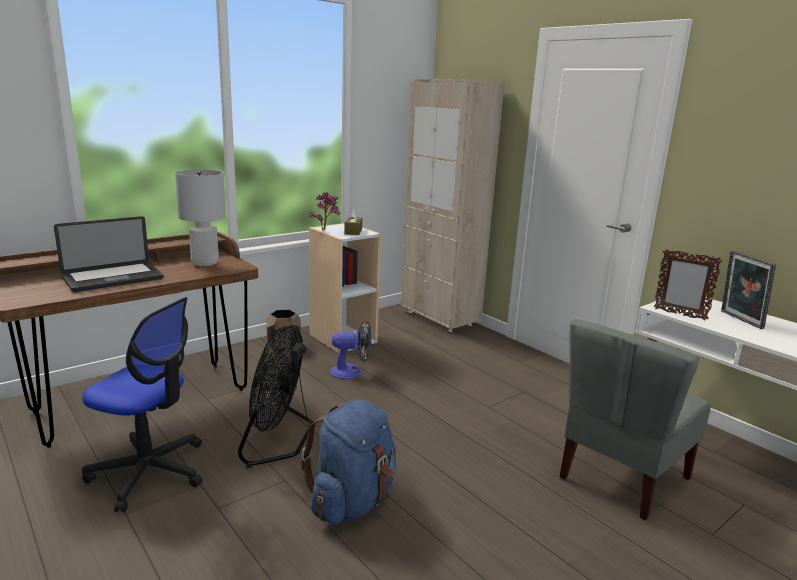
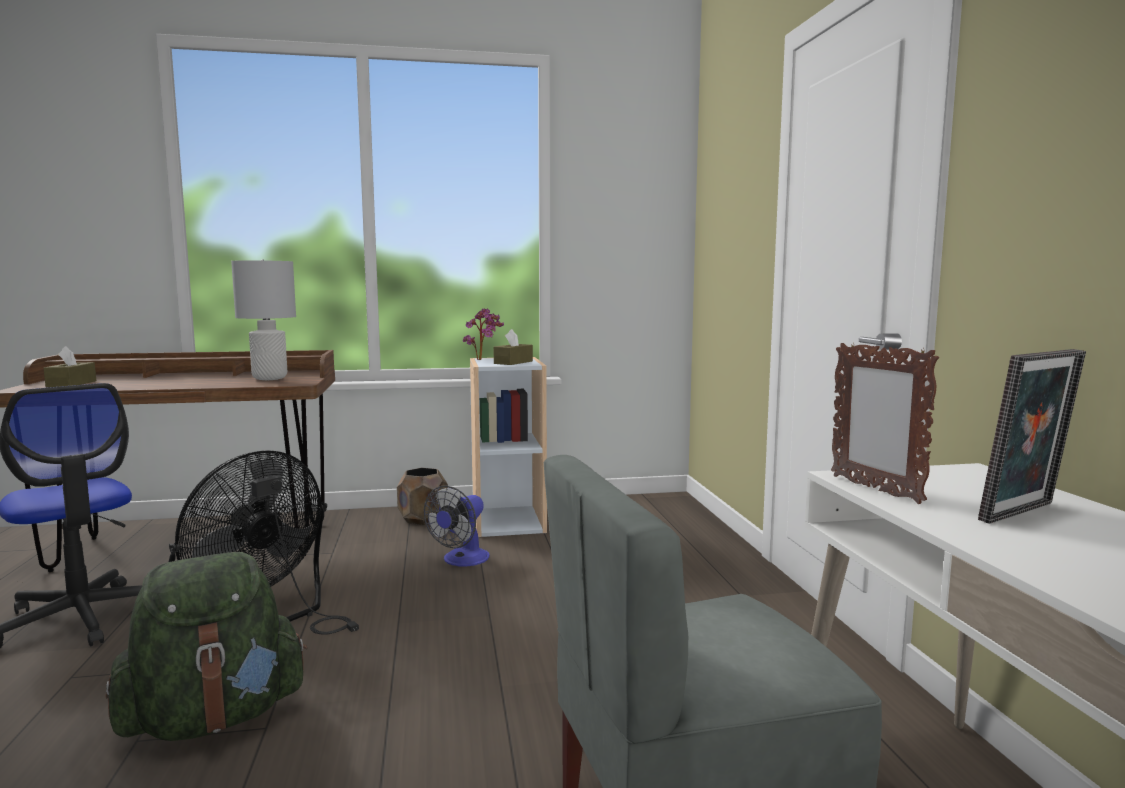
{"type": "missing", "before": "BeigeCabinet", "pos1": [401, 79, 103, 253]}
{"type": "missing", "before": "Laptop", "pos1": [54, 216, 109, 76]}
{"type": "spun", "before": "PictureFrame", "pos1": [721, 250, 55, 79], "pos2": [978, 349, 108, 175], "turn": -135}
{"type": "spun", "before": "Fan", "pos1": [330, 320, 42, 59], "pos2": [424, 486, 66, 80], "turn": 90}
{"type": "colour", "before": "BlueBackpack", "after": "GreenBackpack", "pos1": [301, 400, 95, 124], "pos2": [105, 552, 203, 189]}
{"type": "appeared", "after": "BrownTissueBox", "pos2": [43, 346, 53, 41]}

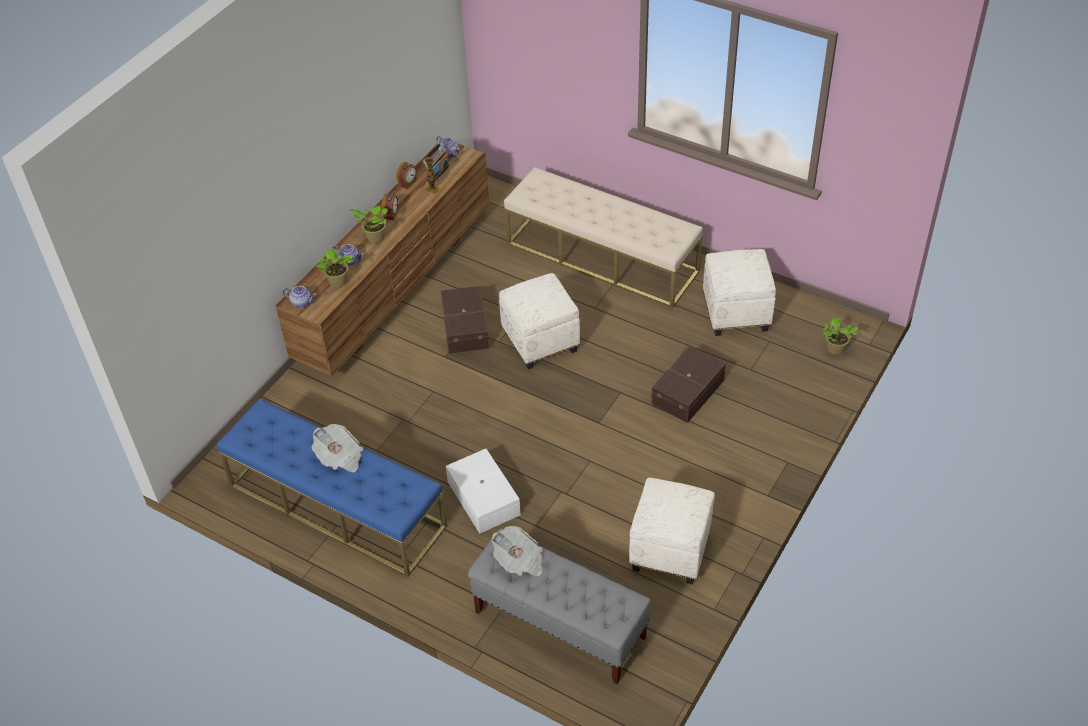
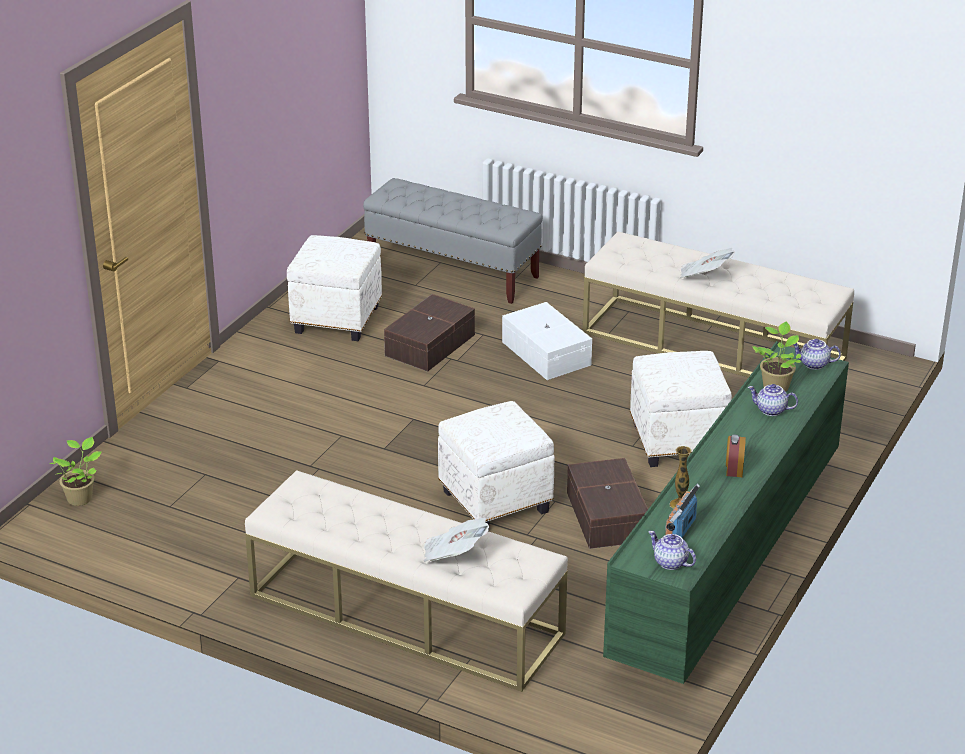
{"type": "colour", "before": "BrownCabinet", "after": "GreenCabinet", "pos1": [276, 138, 213, 238], "pos2": [603, 341, 246, 343]}
{"type": "missing", "before": "AlarmClock", "pos1": [396, 162, 21, 27]}
{"type": "missing", "before": "PottedPlant", "pos1": [350, 205, 37, 38]}
{"type": "relocated", "before": "WhiteOttoman", "pos1": [703, 249, 73, 87], "pos2": [630, 351, 102, 116]}
{"type": "relocated", "before": "BrownStorageBox", "pos1": [651, 346, 75, 77], "pos2": [384, 294, 91, 78]}
{"type": "colour", "before": "BlueBench", "after": "BeigeBench", "pos1": [217, 399, 231, 178], "pos2": [583, 232, 271, 145]}
{"type": "relocated", "before": "Newspaper", "pos1": [492, 526, 51, 50], "pos2": [424, 518, 65, 44]}

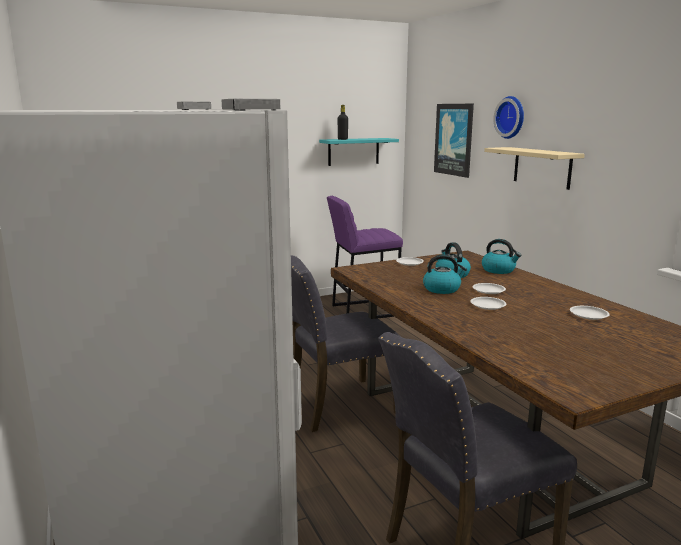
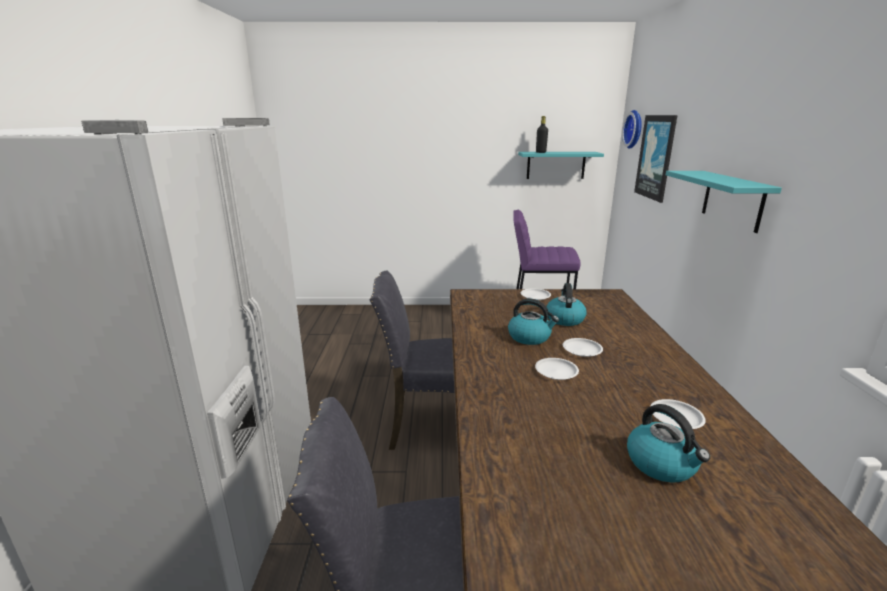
{"type": "relocated", "before": "WallClock", "pos1": [493, 96, 31, 43], "pos2": [622, 110, 20, 39]}
{"type": "colour", "before": "BeigeShelf", "after": "TurquoiseShelf", "pos1": [484, 147, 101, 43], "pos2": [666, 171, 116, 62]}
{"type": "relocated", "before": "Kettle", "pos1": [482, 239, 39, 35], "pos2": [627, 404, 83, 79]}

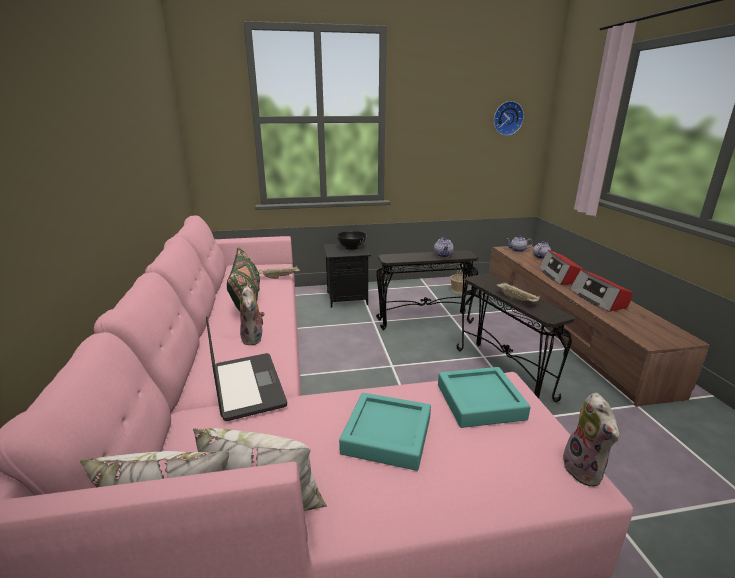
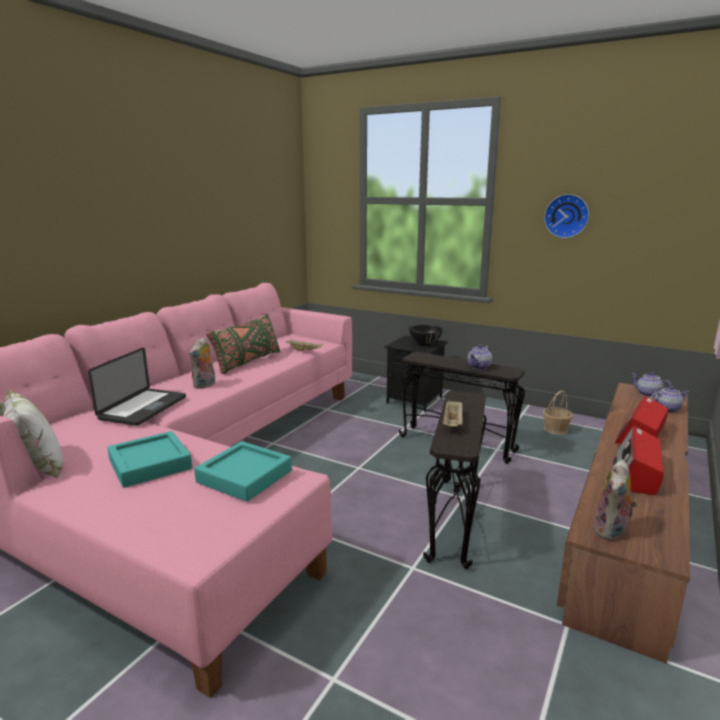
{"type": "relocated", "before": "WallClock", "pos1": [494, 101, 30, 35], "pos2": [544, 194, 45, 44]}
{"type": "relocated", "before": "PlushToy", "pos1": [563, 393, 56, 93], "pos2": [594, 459, 43, 82]}

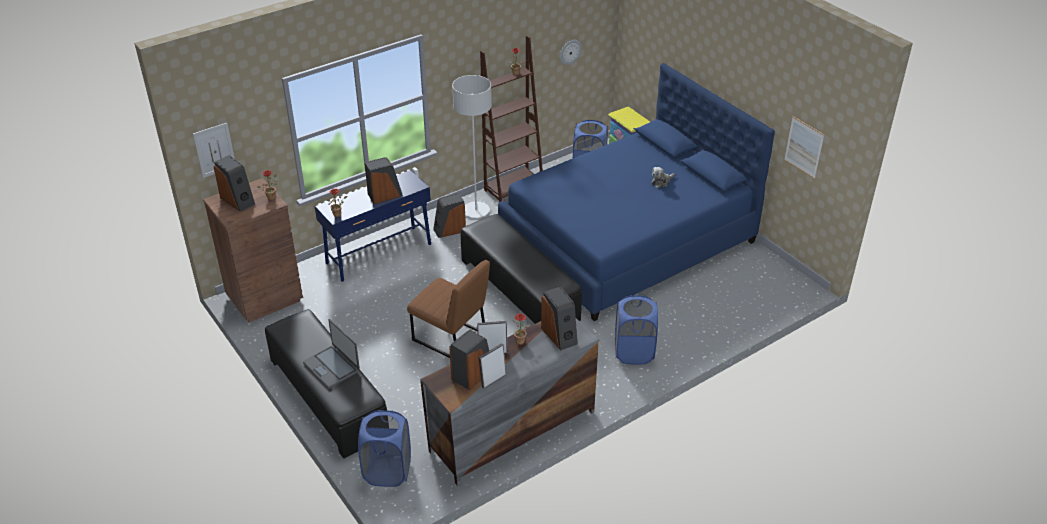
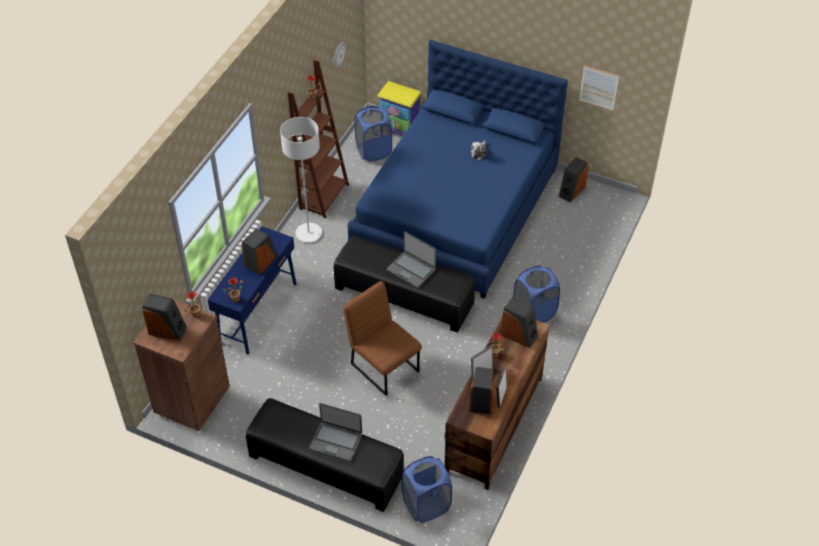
{"type": "missing", "before": "Picture", "pos1": [193, 123, 42, 55]}
{"type": "relocated", "before": "Speaker", "pos1": [433, 193, 33, 45], "pos2": [559, 157, 30, 46]}
{"type": "spun", "before": "BrownChair", "pos1": [407, 260, 83, 98], "pos2": [343, 281, 79, 115], "turn": -135}
{"type": "colour", "before": "GreyCabinet", "after": "BrownCabinet", "pos1": [420, 318, 179, 168], "pos2": [445, 315, 105, 175]}
{"type": "appeared", "after": "Laptop", "pos2": [387, 232, 49, 56]}

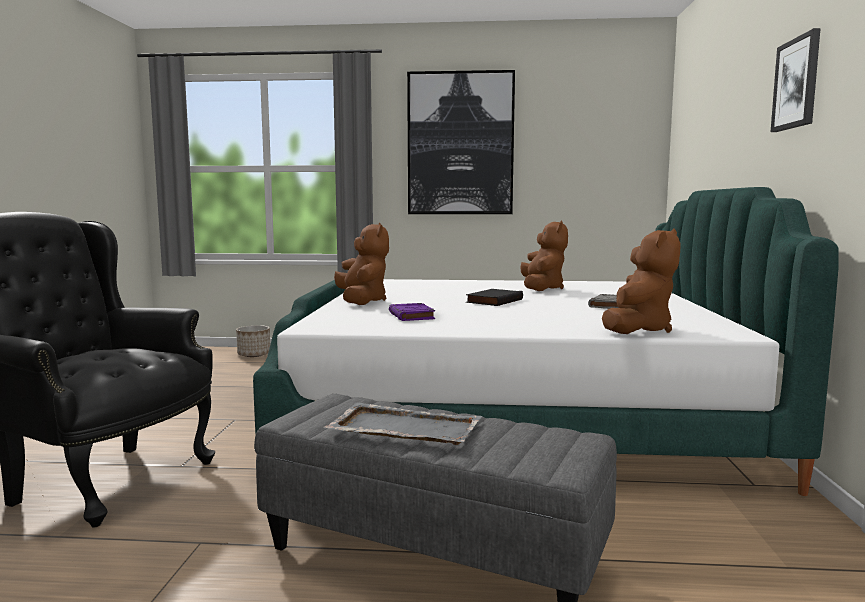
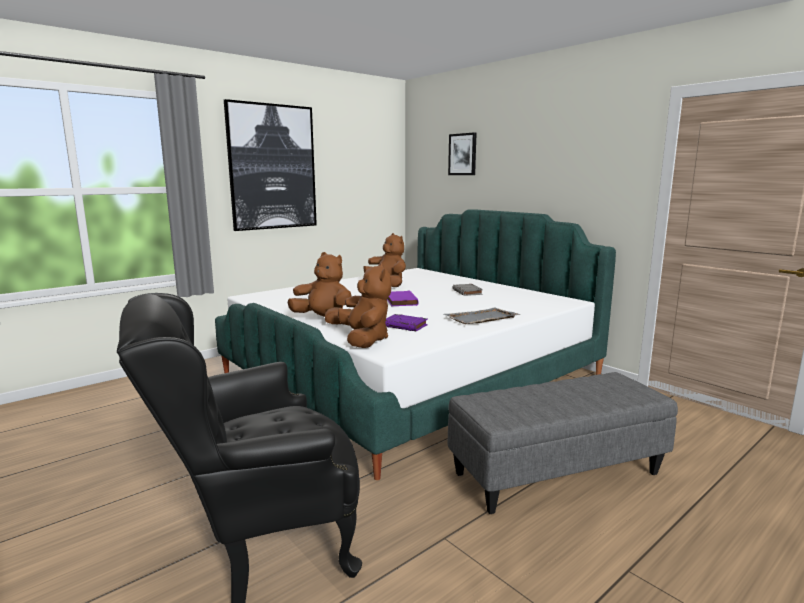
{"type": "relocated", "before": "Picture", "pos1": [771, 28, 50, 104], "pos2": [448, 132, 29, 43]}
{"type": "relocated", "before": "BrownPlushToy", "pos1": [602, 228, 79, 106], "pos2": [338, 263, 53, 85]}
{"type": "colour", "before": "BlackBook", "after": "PurpleBook", "pos1": [466, 289, 57, 17], "pos2": [387, 290, 32, 16]}
{"type": "missing", "before": "Planter", "pos1": [236, 325, 34, 32]}
{"type": "relocated", "before": "GreyTray", "pos1": [323, 402, 159, 43], "pos2": [444, 307, 77, 17]}

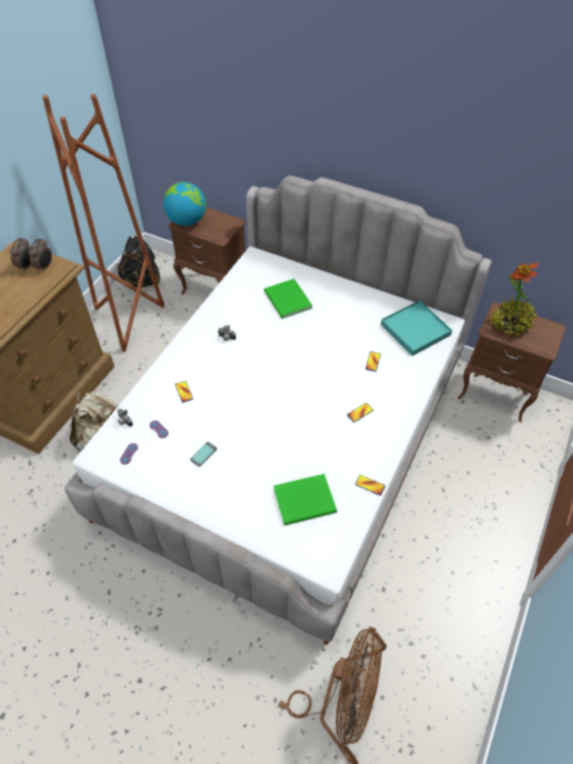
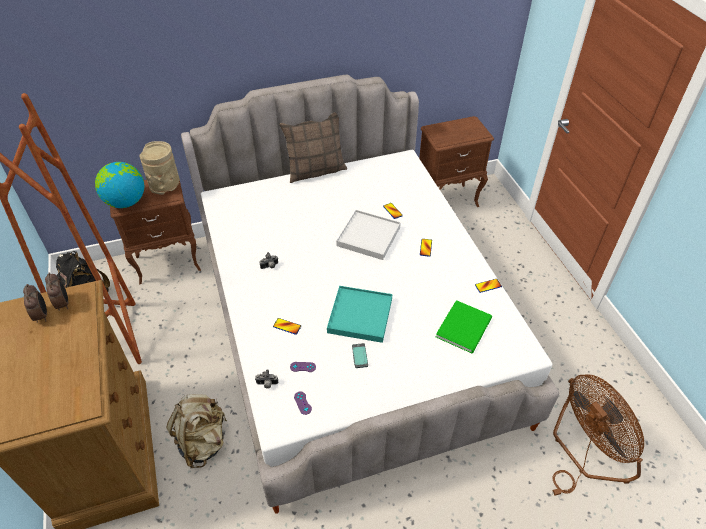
{"type": "missing", "before": "PottedPlant", "pos1": [490, 262, 49, 74]}
{"type": "missing", "before": "GreenBook", "pos1": [264, 279, 49, 40]}
{"type": "relocated", "before": "TurquoiseTray", "pos1": [381, 300, 71, 56], "pos2": [327, 286, 65, 57]}
{"type": "appeared", "after": "Pillow", "pos2": [279, 112, 68, 71]}
{"type": "appeared", "after": "BeigeVase", "pos2": [140, 141, 40, 54]}
{"type": "appeared", "after": "WhiteTray", "pos2": [336, 210, 65, 50]}

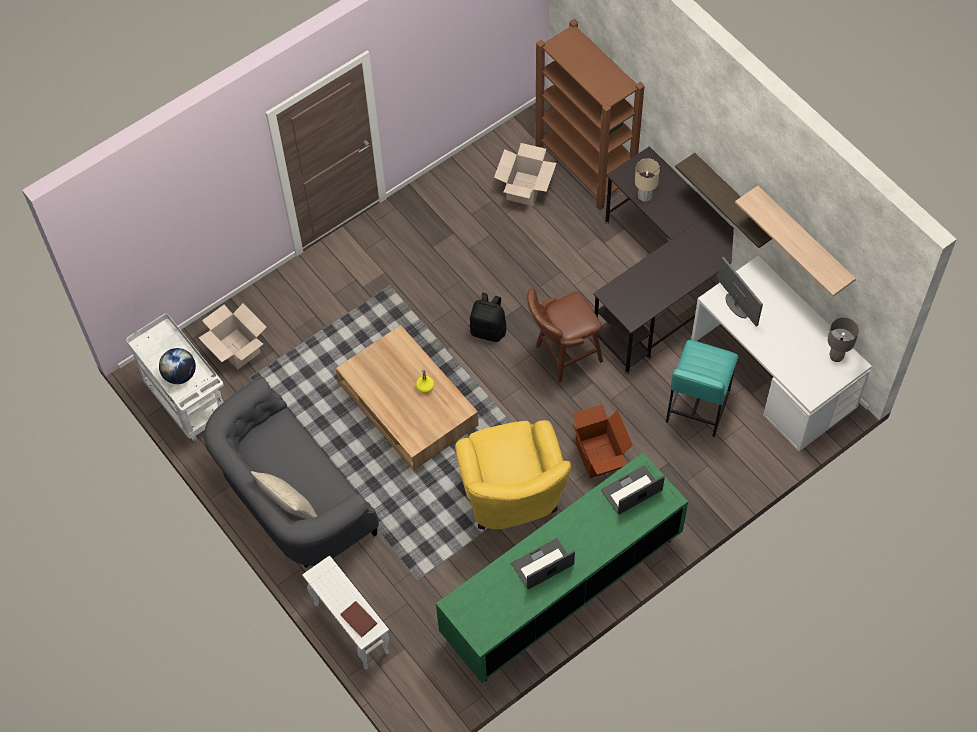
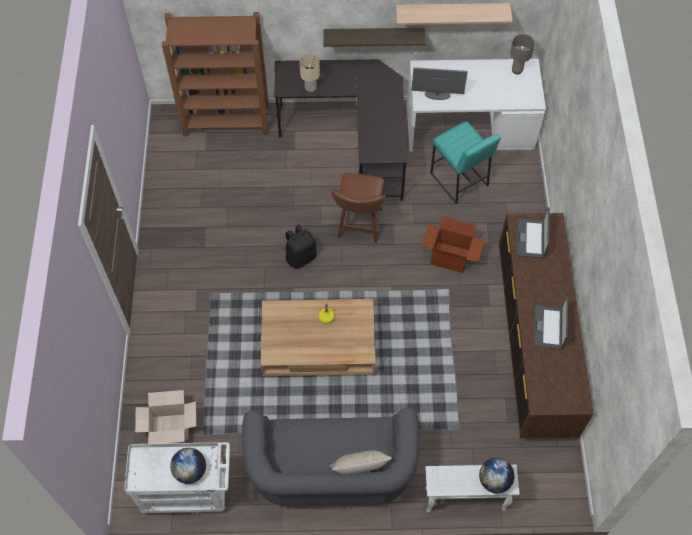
{"type": "missing", "before": "CardboardBox", "pos1": [494, 143, 62, 63]}
{"type": "missing", "before": "YellowArmchair", "pos1": [455, 420, 116, 110]}
{"type": "colour", "before": "GreenCabinet", "after": "BrownCabinet", "pos1": [436, 452, 252, 231], "pos2": [499, 213, 94, 226]}
{"type": "exchanged", "before": "BrownBook", "after": "Globe", "pos1": [340, 601, 37, 37], "pos2": [479, 458, 35, 35]}

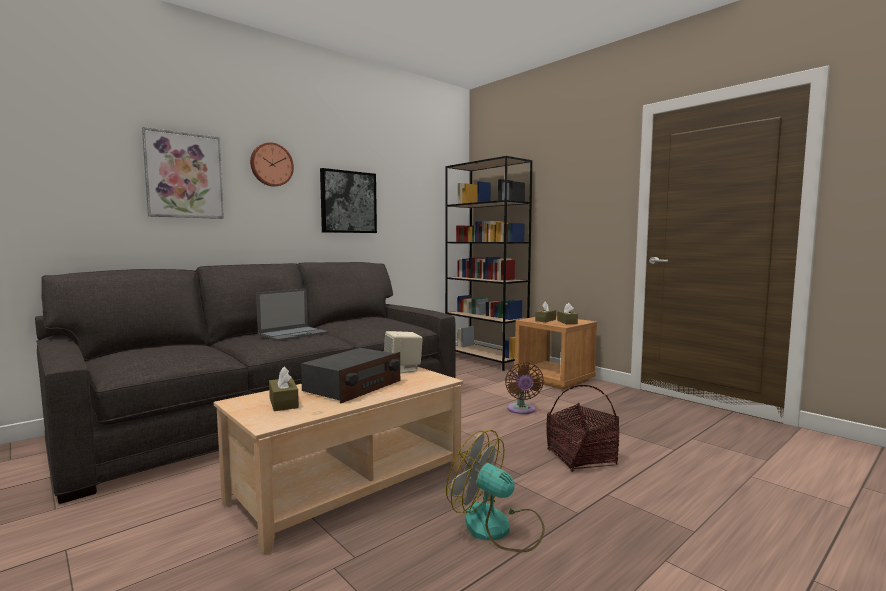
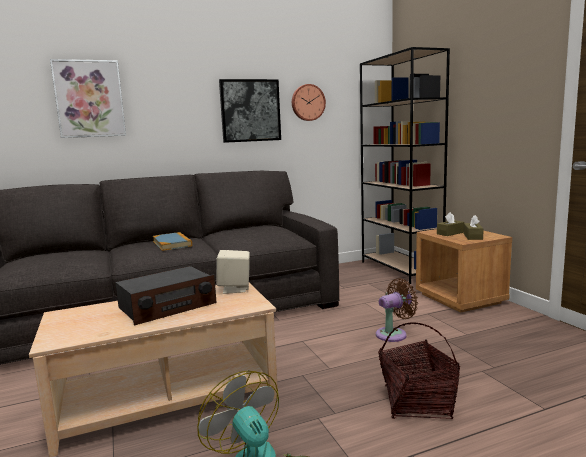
{"type": "relocated", "before": "WallClock", "pos1": [250, 142, 44, 45], "pos2": [292, 84, 34, 37]}
{"type": "exchanged", "before": "Laptop", "after": "Book", "pos1": [256, 289, 72, 52], "pos2": [153, 232, 39, 19]}
{"type": "spun", "before": "BrownFan", "pos1": [505, 362, 39, 52], "pos2": [376, 278, 42, 64], "turn": -135}
{"type": "missing", "before": "BrownTissueBox", "pos1": [269, 366, 30, 45]}

